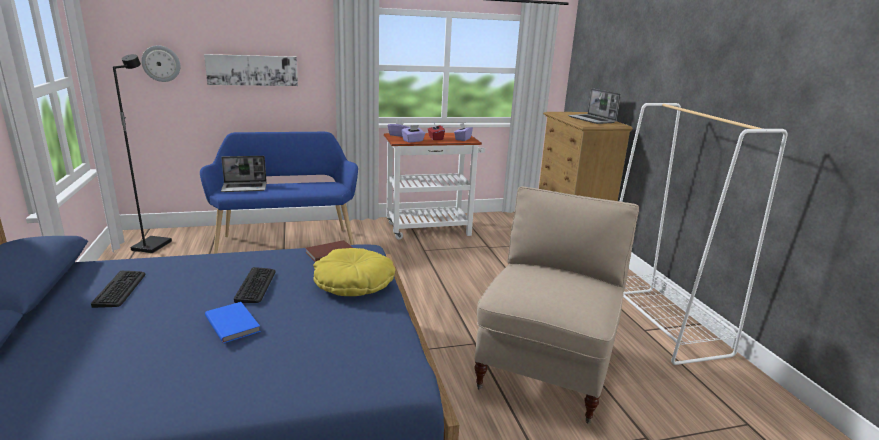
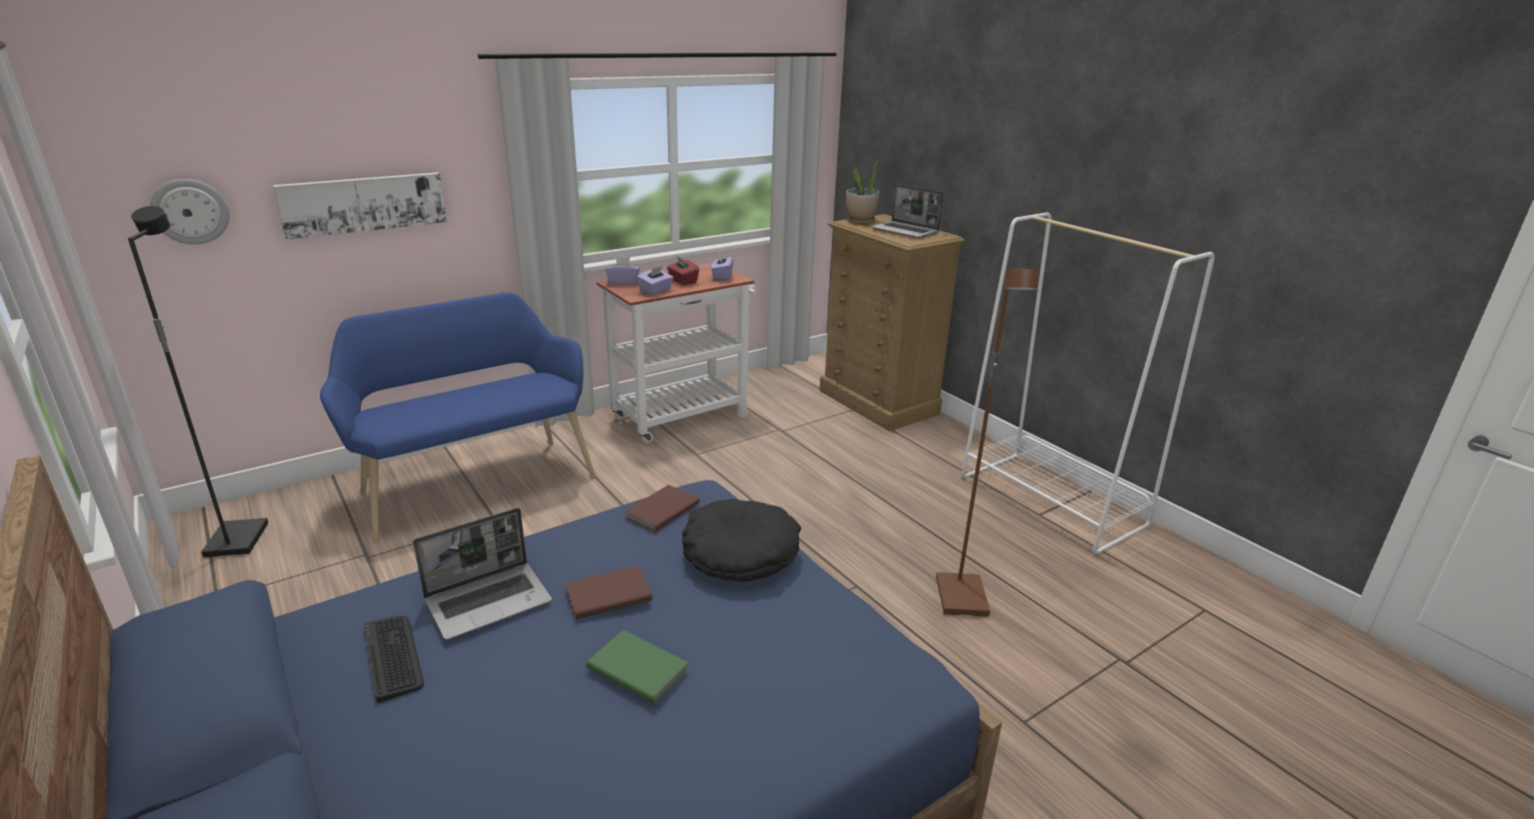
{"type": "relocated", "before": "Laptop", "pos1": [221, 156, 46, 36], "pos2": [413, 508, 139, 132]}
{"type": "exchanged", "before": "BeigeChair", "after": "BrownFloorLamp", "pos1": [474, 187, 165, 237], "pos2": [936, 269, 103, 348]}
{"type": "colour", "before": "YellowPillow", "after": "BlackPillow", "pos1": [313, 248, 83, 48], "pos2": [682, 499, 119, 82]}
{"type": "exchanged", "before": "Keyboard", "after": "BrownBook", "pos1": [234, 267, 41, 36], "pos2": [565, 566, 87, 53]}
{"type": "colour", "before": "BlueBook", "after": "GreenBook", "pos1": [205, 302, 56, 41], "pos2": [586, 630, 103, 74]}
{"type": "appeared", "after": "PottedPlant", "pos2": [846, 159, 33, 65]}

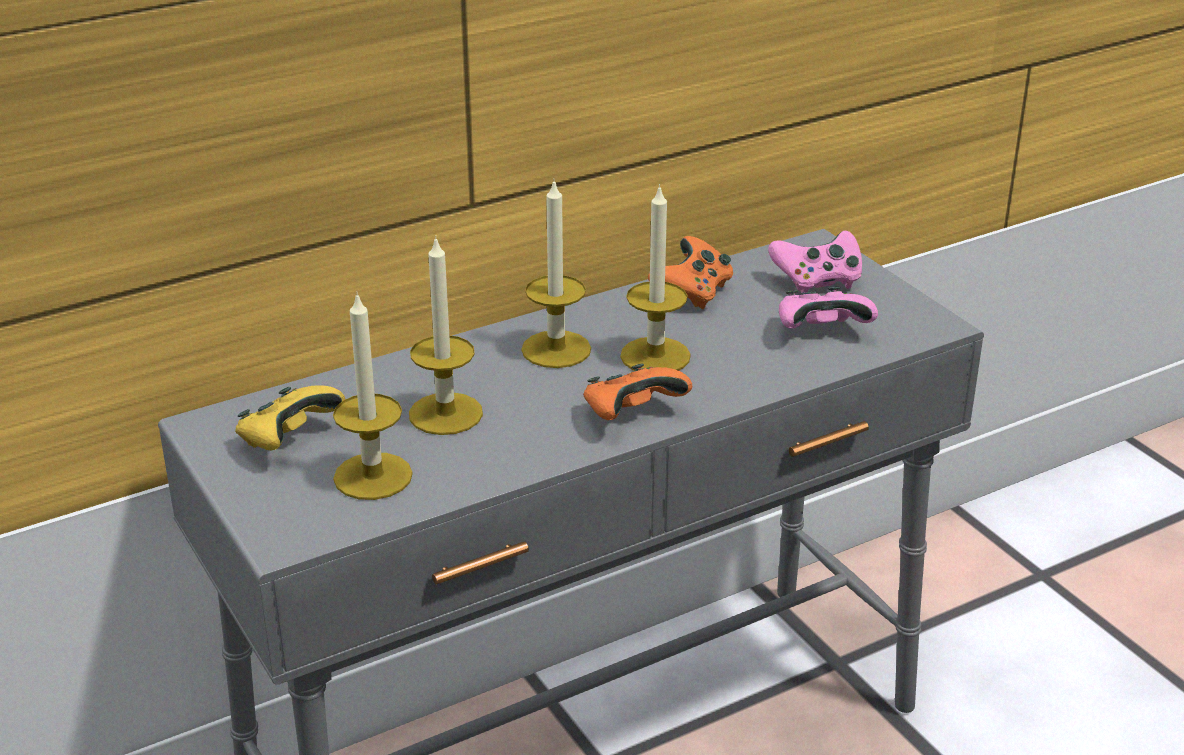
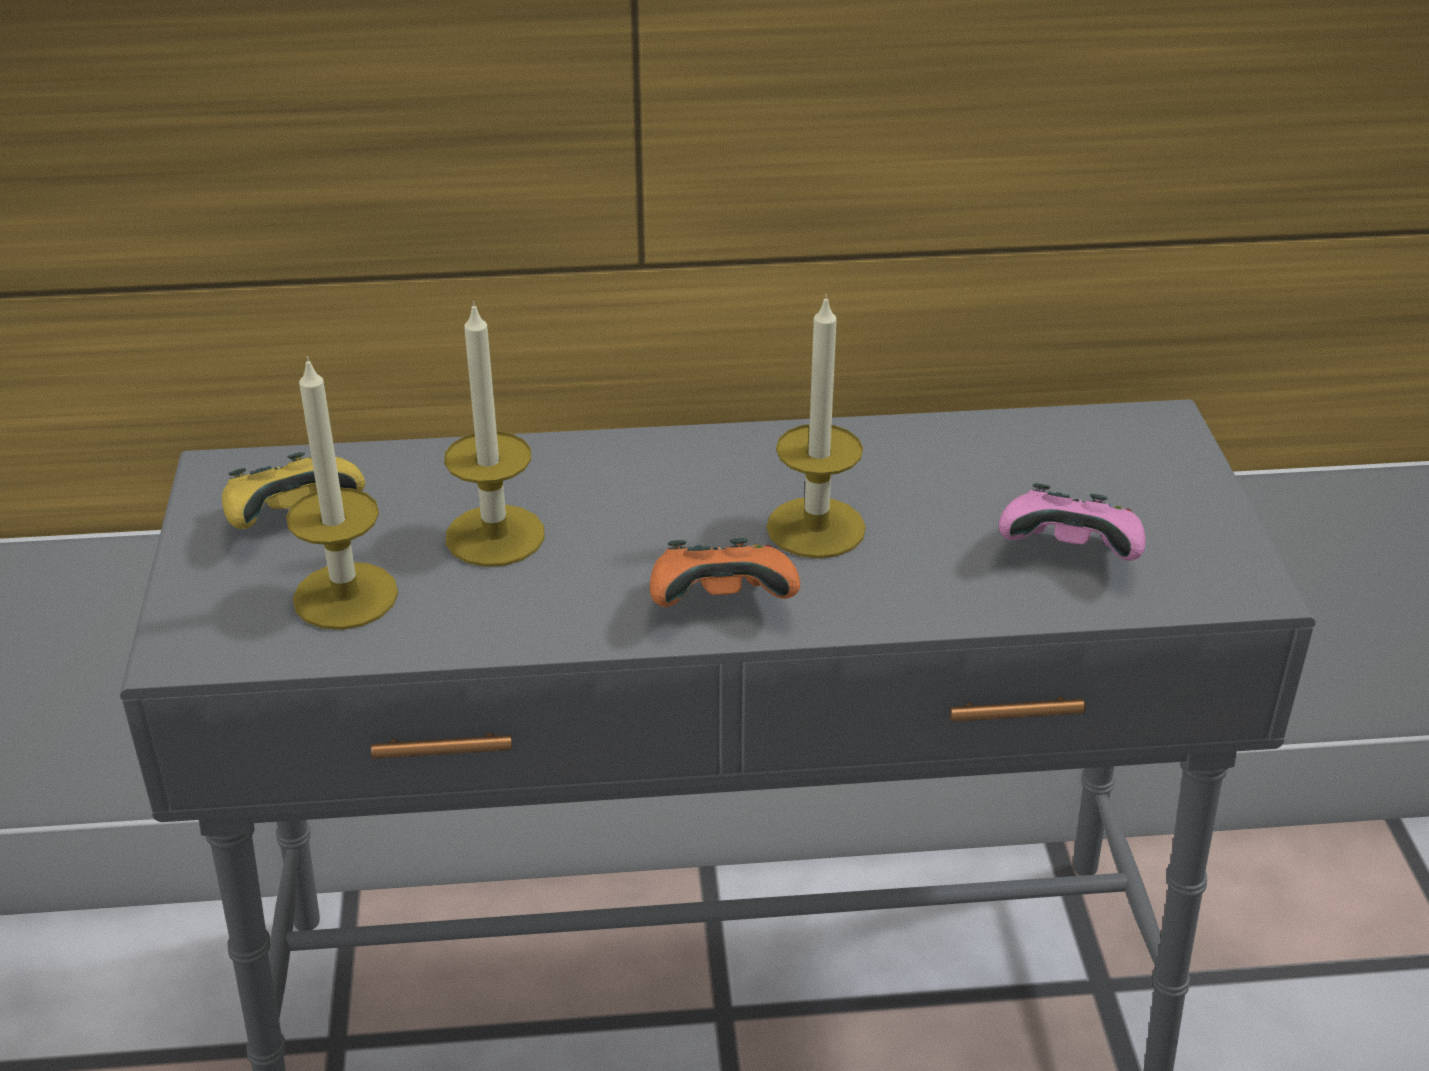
{"type": "missing", "before": "Candle", "pos1": [521, 178, 70, 190]}
{"type": "missing", "before": "PinkGameController", "pos1": [768, 231, 94, 62]}
{"type": "missing", "before": "OrangeGameController", "pos1": [648, 236, 85, 74]}

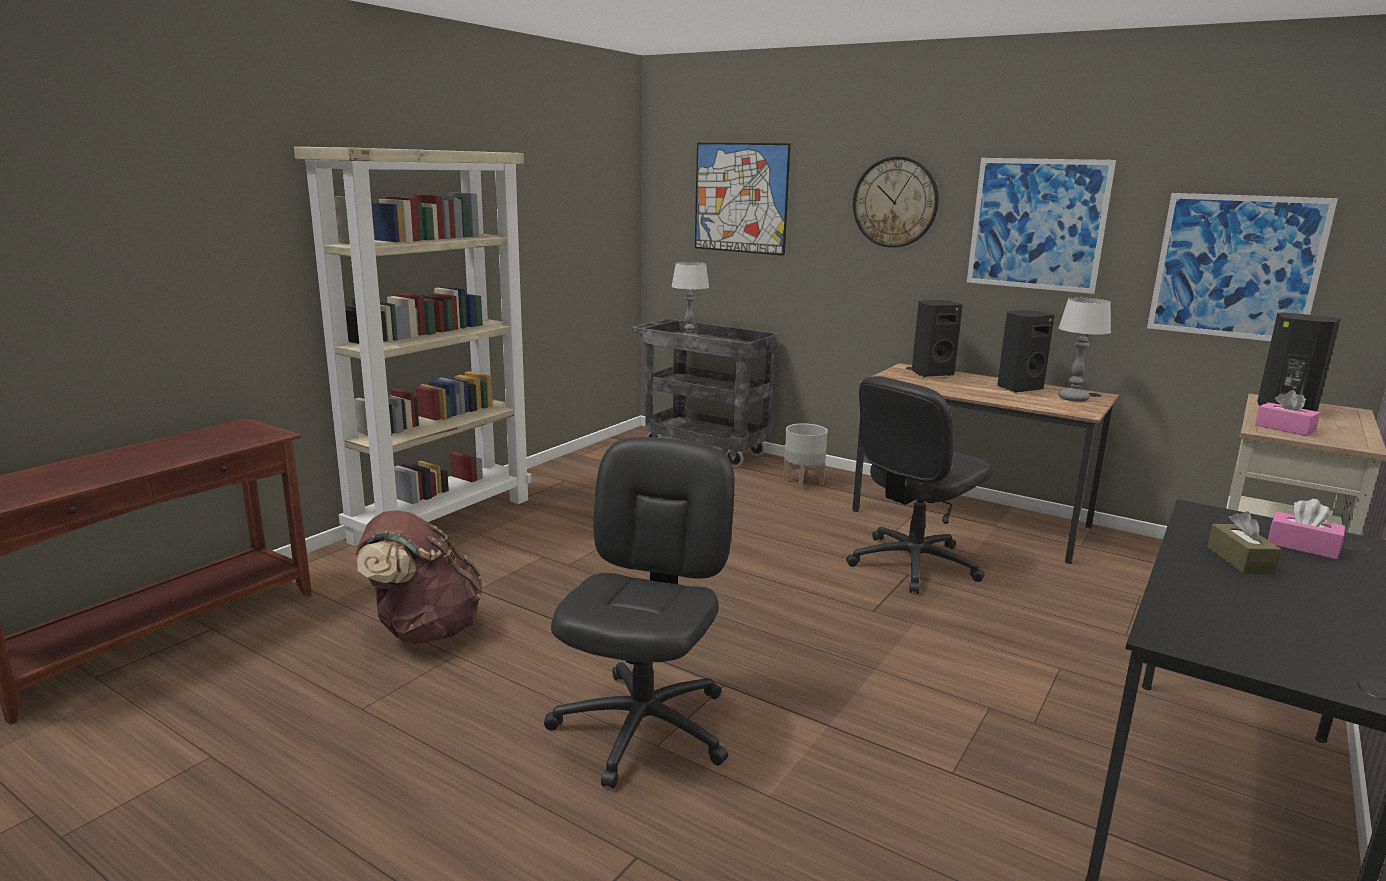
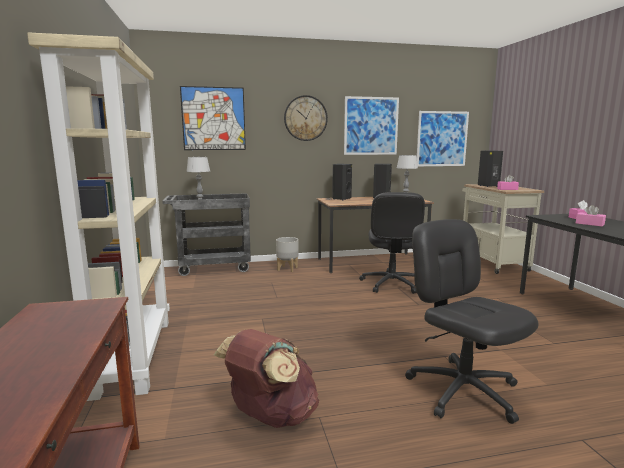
{"type": "colour", "before": "BrownTissueBox", "after": "PinkTissueBox", "pos1": [1207, 511, 75, 63], "pos2": [576, 205, 30, 21]}

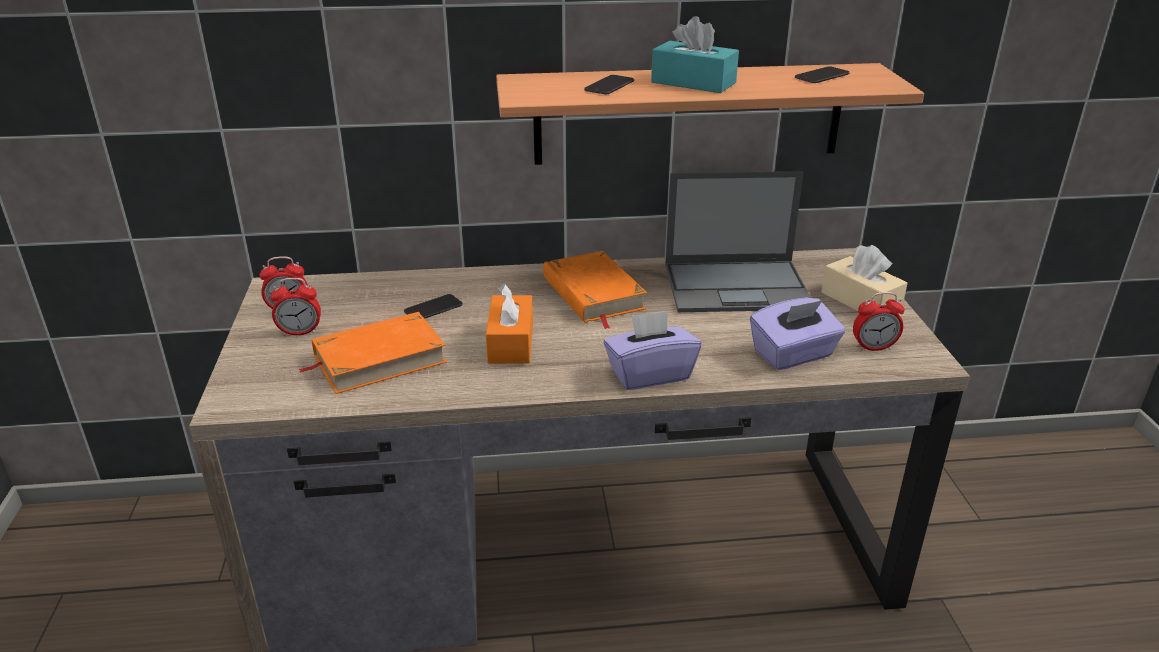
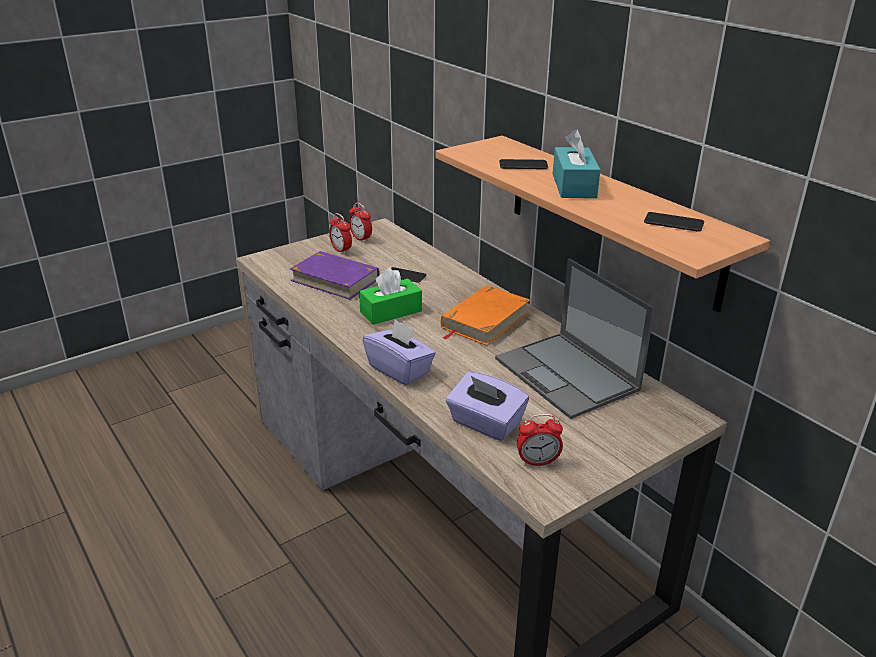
{"type": "missing", "before": "BeigeTissueBox", "pos1": [821, 245, 87, 66]}
{"type": "colour", "before": "OrangeTissueBox", "after": "GreenTissueBox", "pos1": [486, 284, 47, 80], "pos2": [359, 268, 63, 57]}
{"type": "spun", "before": "AlarmClock", "pos1": [853, 292, 52, 59], "pos2": [517, 414, 46, 52], "turn": -60}
{"type": "colour", "before": "OrangeBook", "after": "PurpleBook", "pos1": [298, 312, 149, 82], "pos2": [290, 251, 89, 48]}

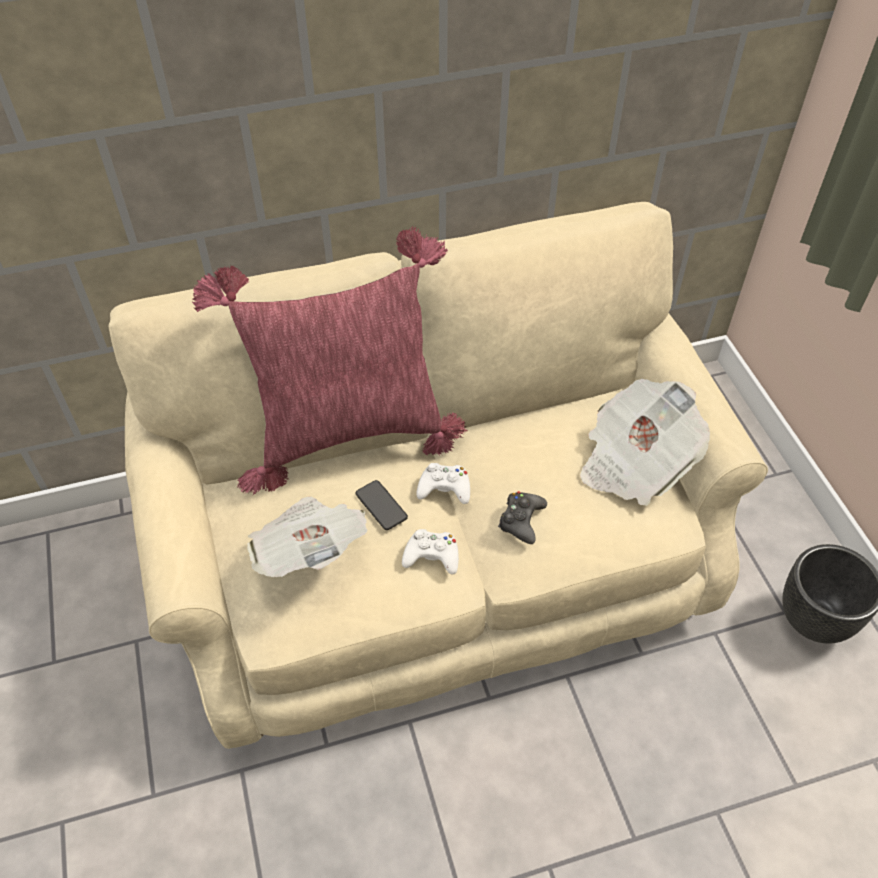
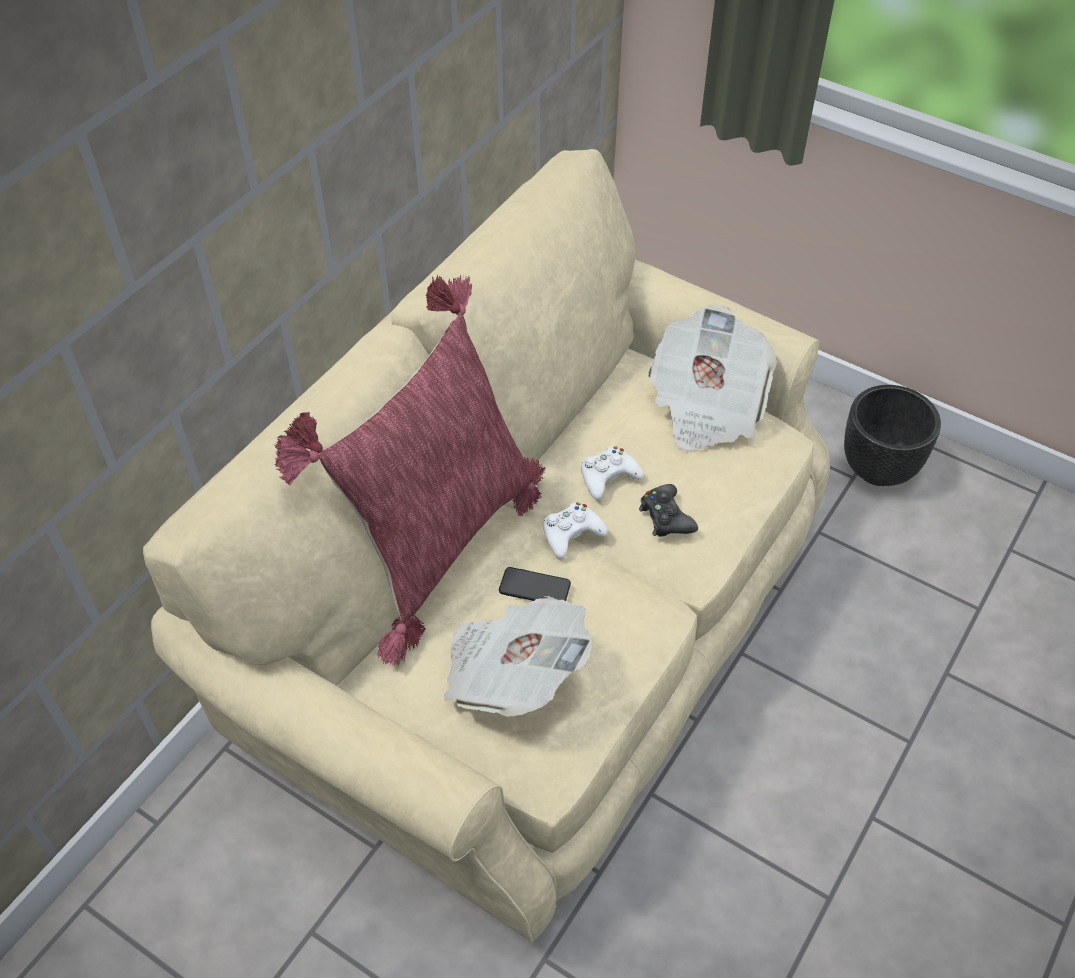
{"type": "relocated", "before": "WhiteGameController", "pos1": [402, 529, 57, 45], "pos2": [581, 446, 63, 54]}

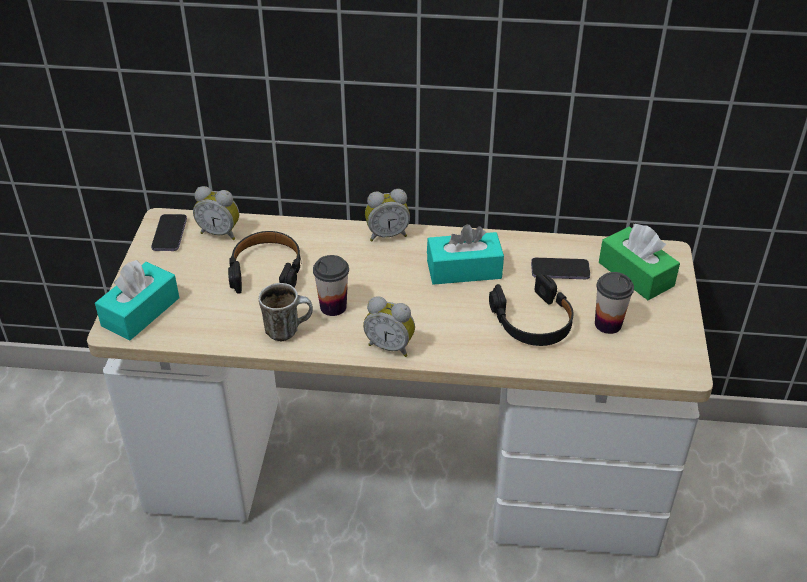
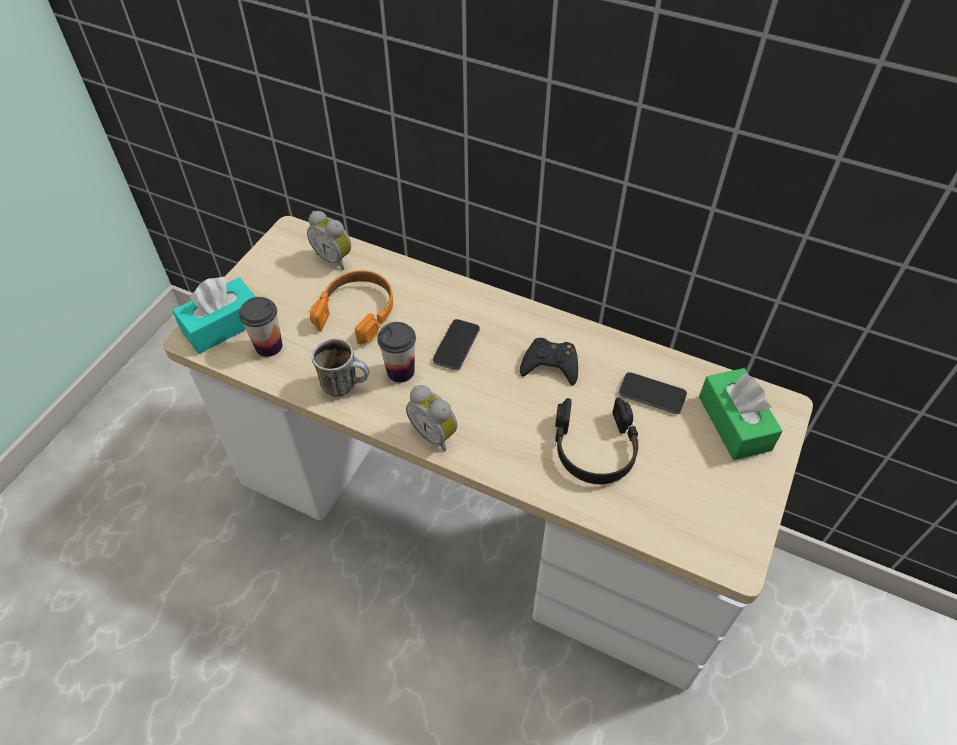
{"type": "missing", "before": "AlarmClock", "pos1": [365, 189, 45, 52]}
{"type": "relocated", "before": "Phone", "pos1": [151, 214, 36, 37], "pos2": [433, 319, 47, 51]}
{"type": "exchanged", "before": "TurquoiseTissueBox", "after": "BlackGameController", "pos1": [427, 224, 77, 61], "pos2": [520, 338, 58, 48]}
{"type": "colour", "before": "BlackHeadphones", "after": "OrangeHeadphones", "pos1": [228, 231, 73, 63], "pos2": [310, 270, 83, 75]}
{"type": "relocated", "before": "Cup", "pos1": [595, 272, 39, 62], "pos2": [239, 297, 43, 60]}

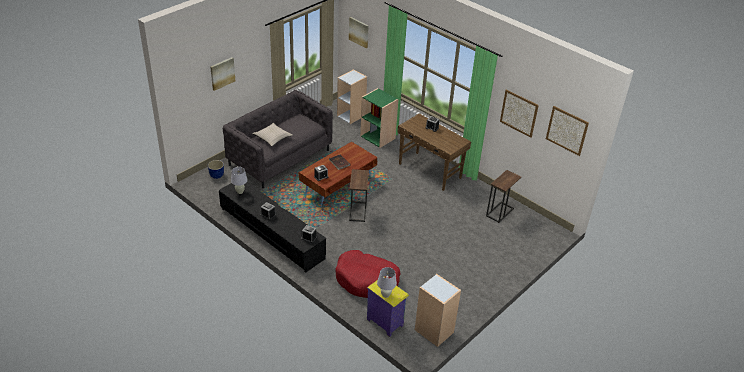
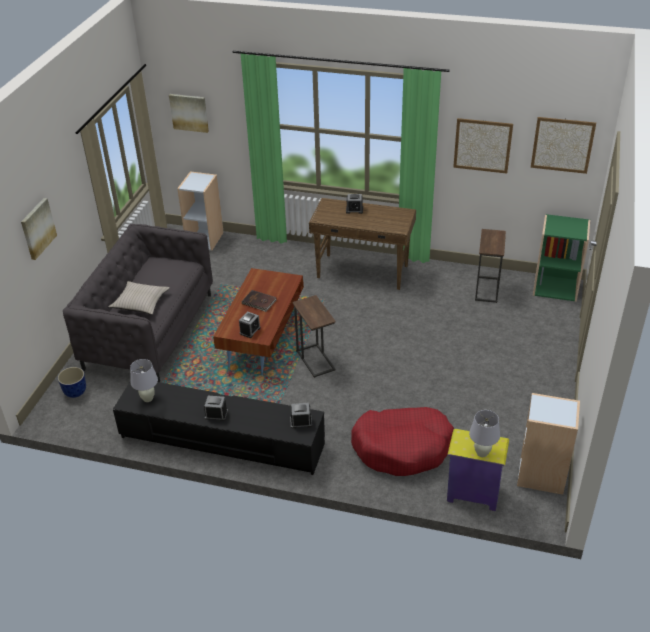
{"type": "relocated", "before": "GreenBookcase", "pos1": [360, 88, 38, 60], "pos2": [533, 214, 57, 88]}

